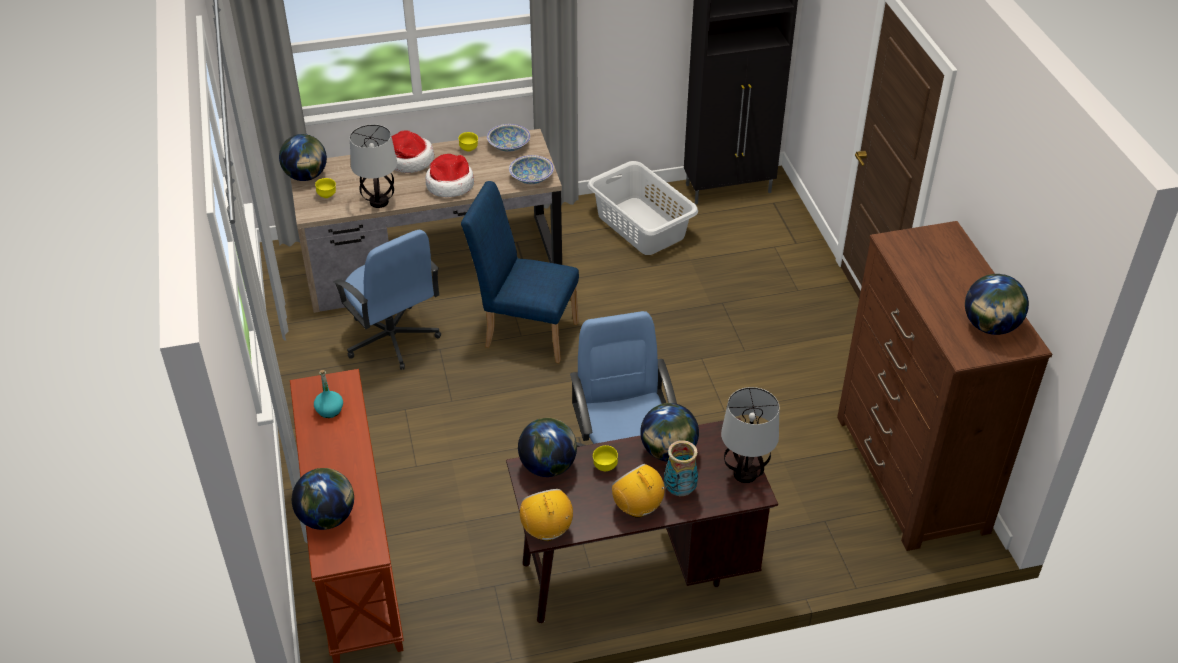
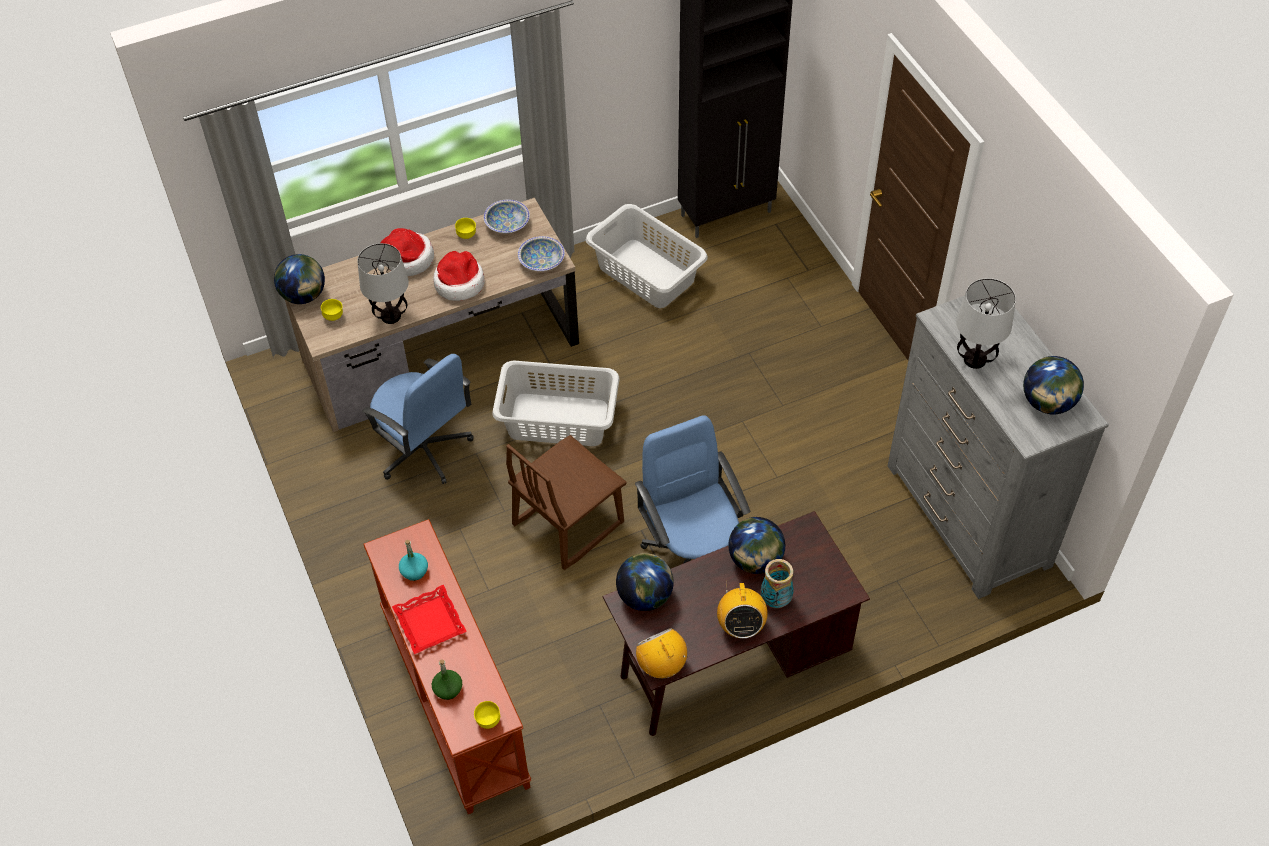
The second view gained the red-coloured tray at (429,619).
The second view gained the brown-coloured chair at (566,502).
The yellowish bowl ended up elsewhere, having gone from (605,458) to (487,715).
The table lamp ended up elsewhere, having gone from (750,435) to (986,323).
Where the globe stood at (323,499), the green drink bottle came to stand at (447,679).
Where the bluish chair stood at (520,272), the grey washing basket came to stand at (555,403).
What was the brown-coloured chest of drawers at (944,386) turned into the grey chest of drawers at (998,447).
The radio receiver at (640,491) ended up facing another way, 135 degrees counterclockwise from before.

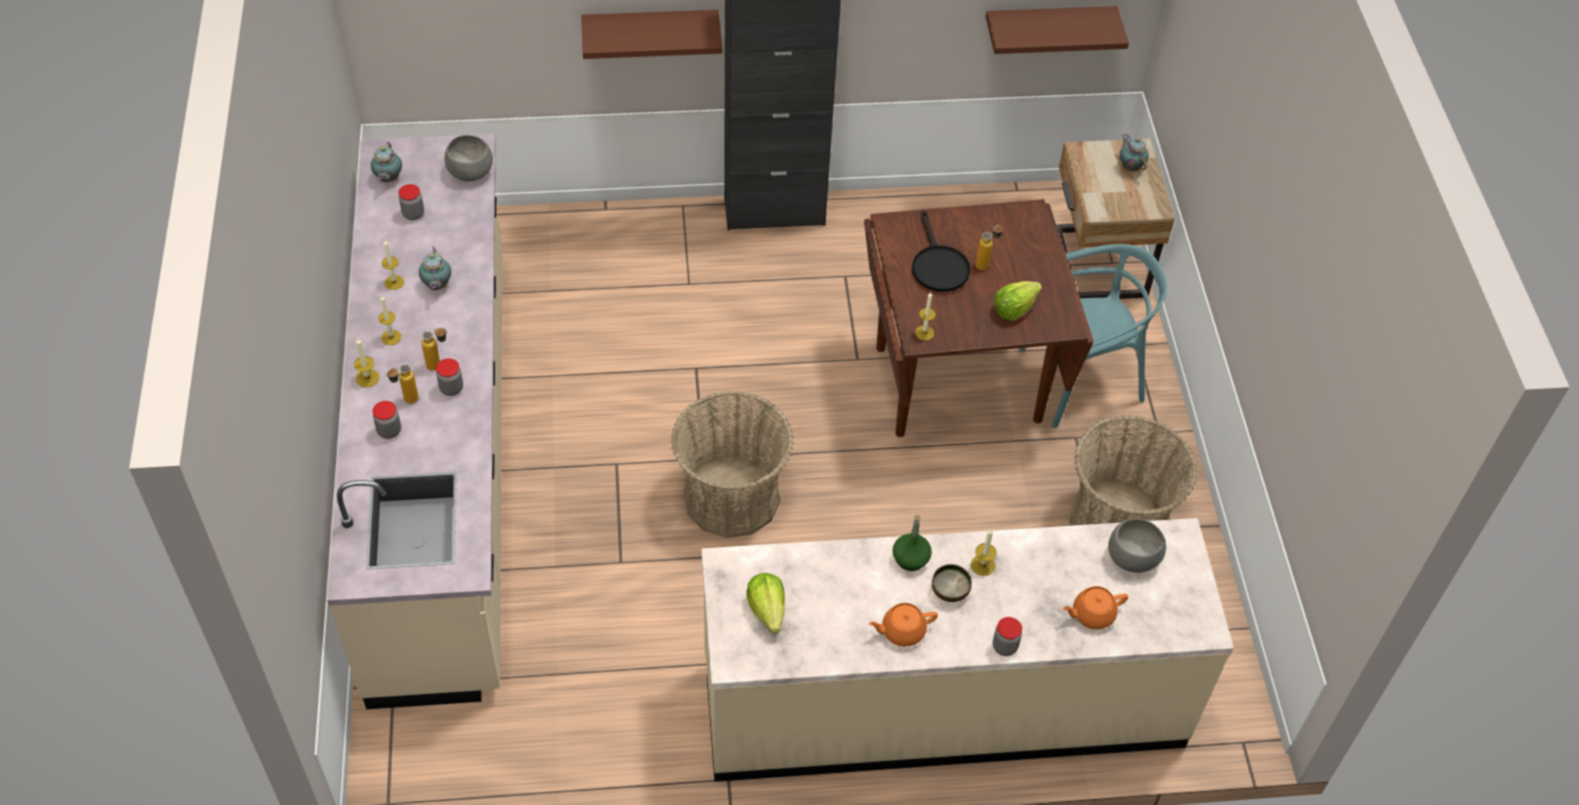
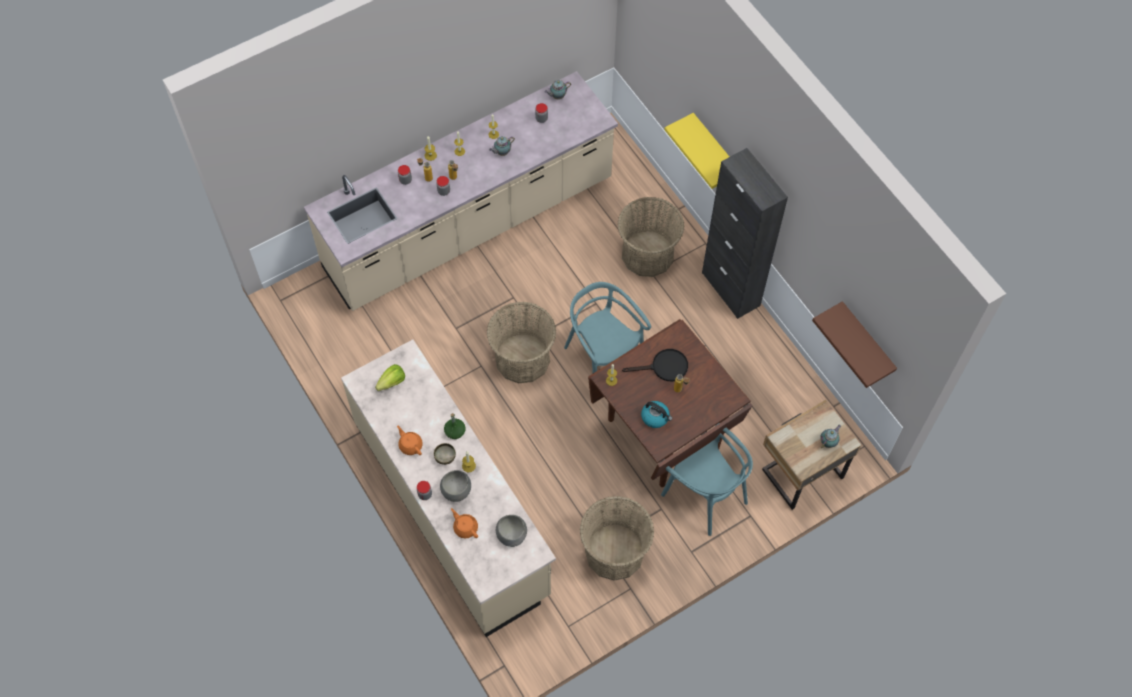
The second view gained the turquoise chair at (607,327).
The second view gained the storage basket at (651,237).
The grey bowl ended up elsewhere, having gone from (469,158) to (455,486).
Where the head of lettuce stood at (1018,301), the kettle came to stand at (656,414).
What was the brown-coloured wall shelf at (652,34) turned into the yellowish wall shelf at (697,151).
The black-coloured pan at (941,251) ended up facing another way, 150 degrees counterclockwise from before.

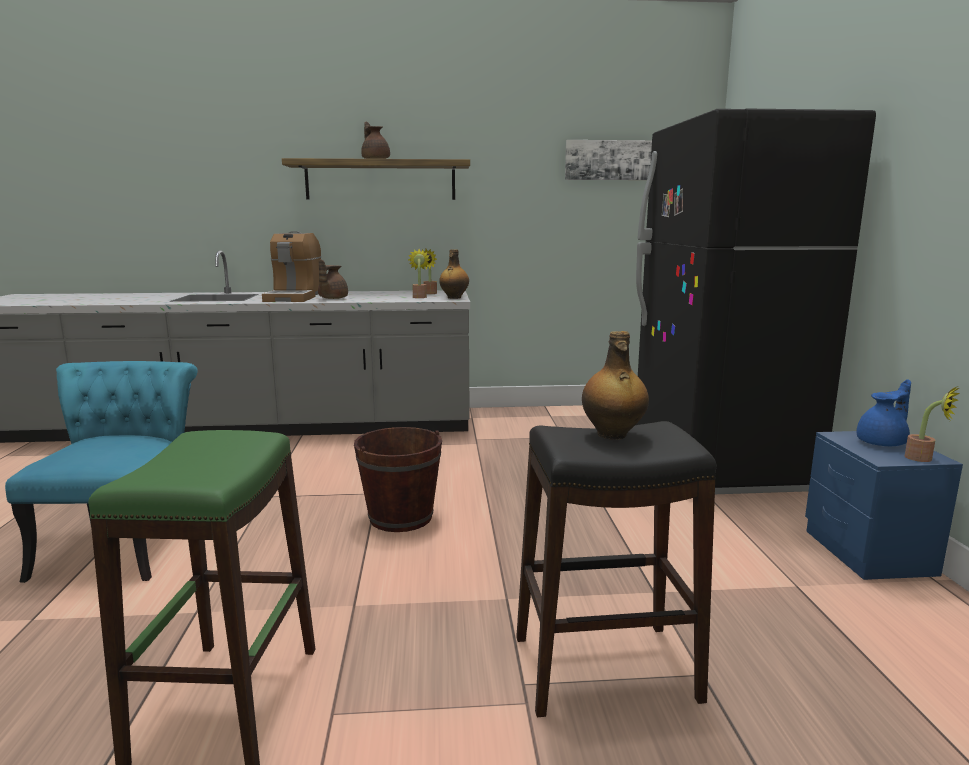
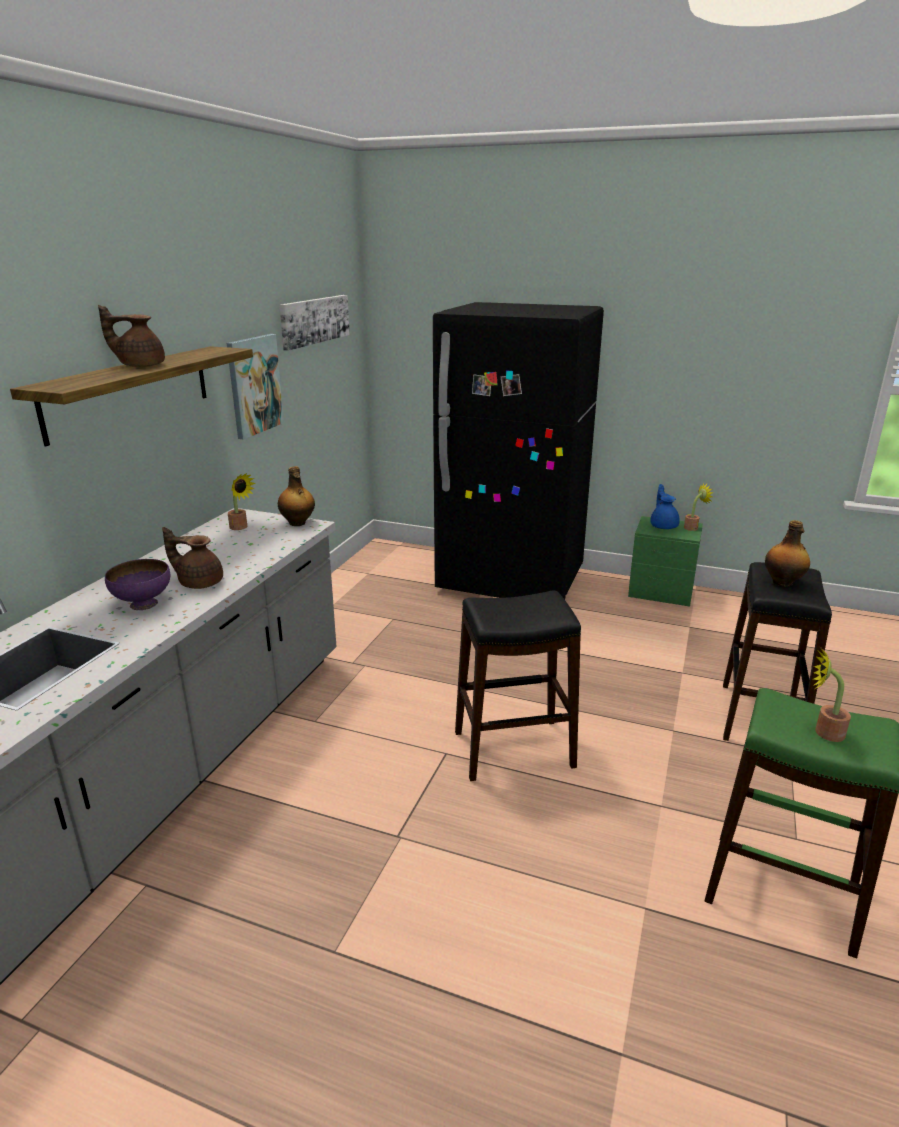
The second view lost the turquoise chair at (101,472).
The second view gained the wall picture at (255,387).
The plant in a pot ended up elsewhere, having gone from (419,273) to (832,695).
Where the coffee brewer stood at (292,266), the purplish bowl came to stand at (137,584).
Where the brown-coloured bucket stood at (398,479), the black-coloured stool came to stand at (518,686).
What was the bluish night table at (884,505) turned into the green night table at (665,561).
The brown-coloured teapot at (333,279) ended up facing another way, 150 degrees clockwise from before.

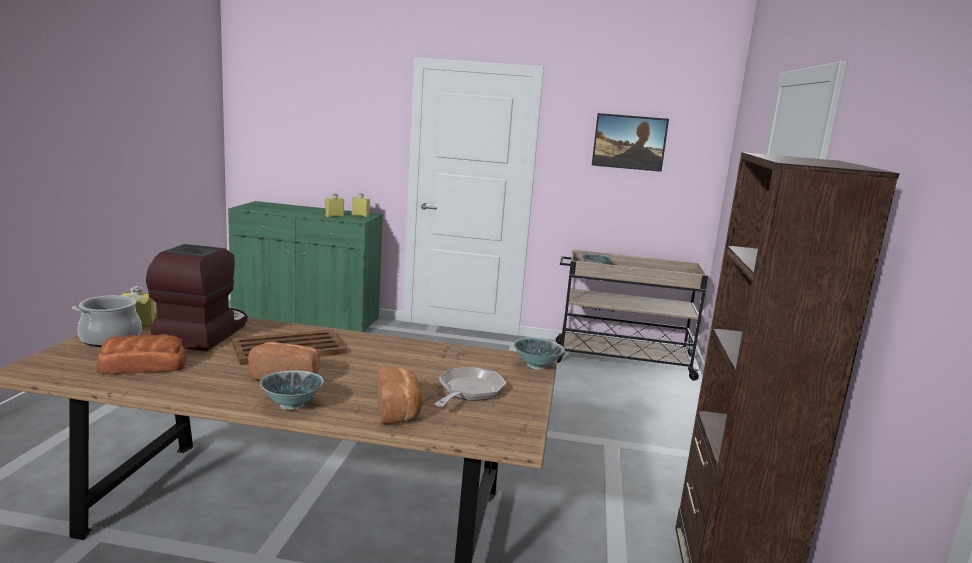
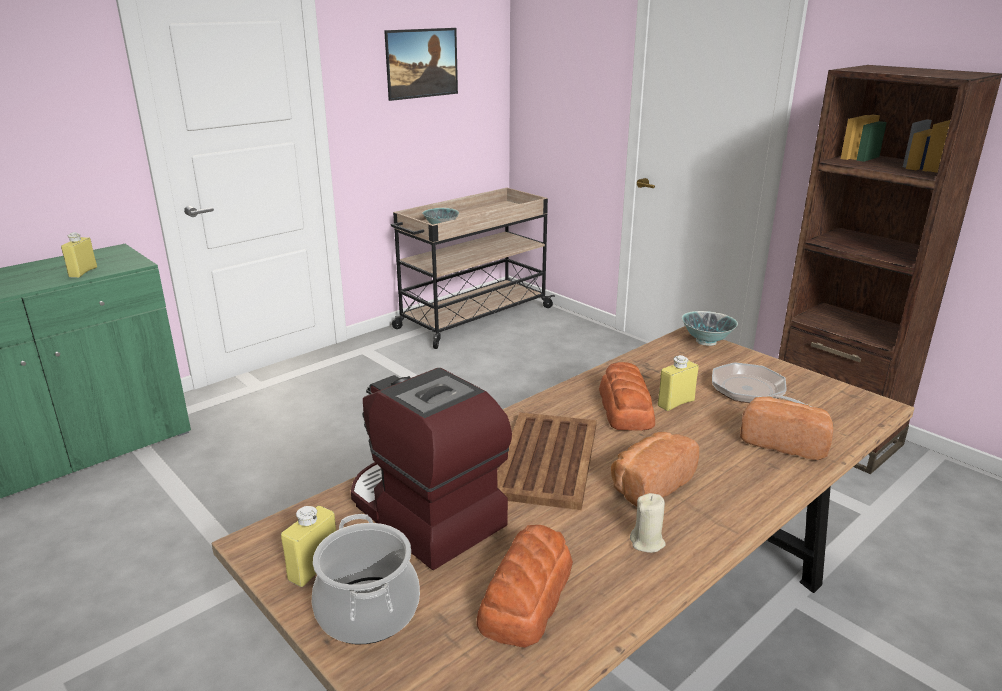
The second view lost the bowl at (292,390).
The second view gained the baked bread at (627,396).
The second view gained the beige wax candle at (648,523).
The yellowish drink bottle ended up elsewhere, having gone from (361,205) to (678,383).

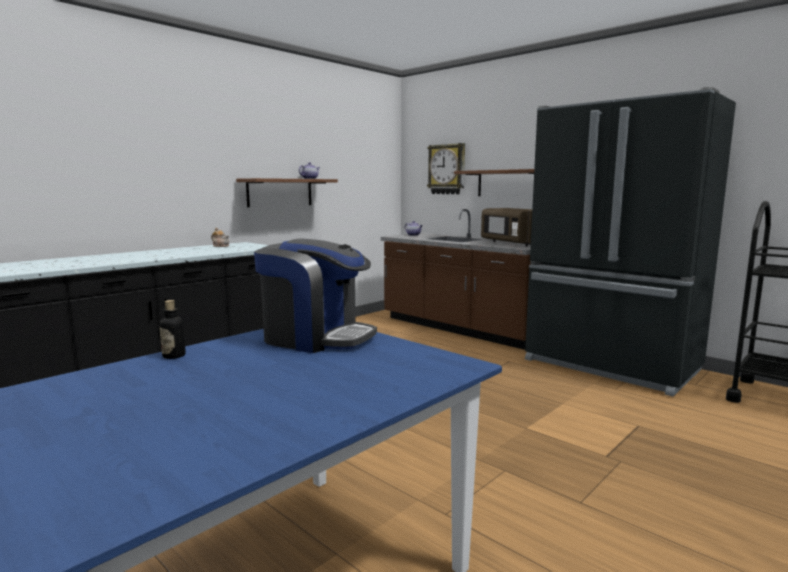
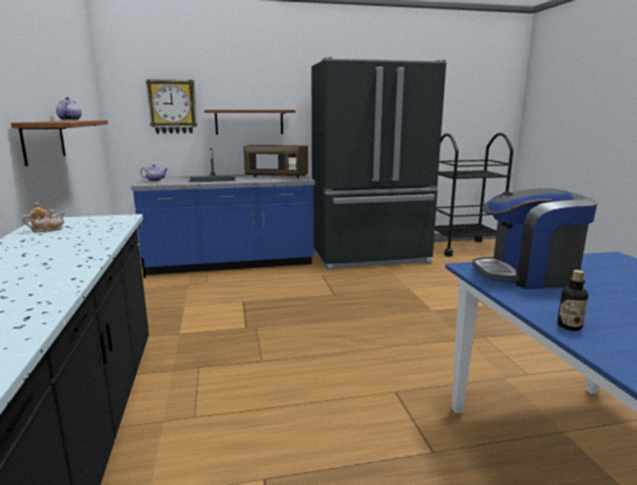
What was the brown-coloured counter at (456,279) turned into the bluish counter at (223,211).
The coffee brewer at (315,296) ended up facing another way, 150 degrees counterclockwise from before.

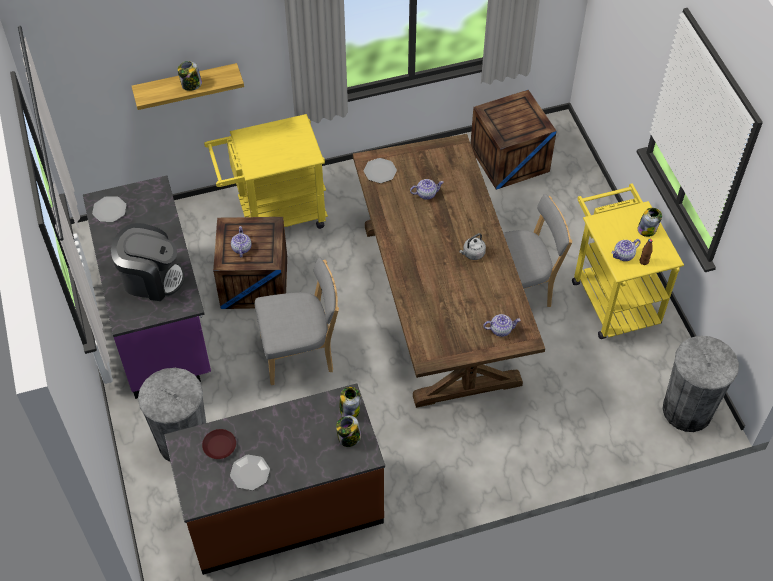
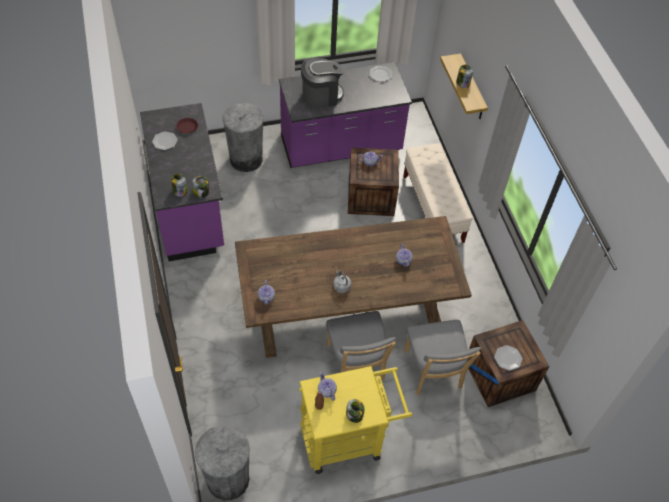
The grey chair ended up elsewhere, having gone from (297,321) to (442,357).
The plate ended up elsewhere, having gone from (380,170) to (508,358).
Where the yellowish cart stood at (266,171), the beige bench came to stand at (438,193).
What was the brown-coloured counter at (274,479) turned into the purplish counter at (182,182).
The coffee brewer at (148,262) ended up facing another way, 120 degrees counterclockwise from before.

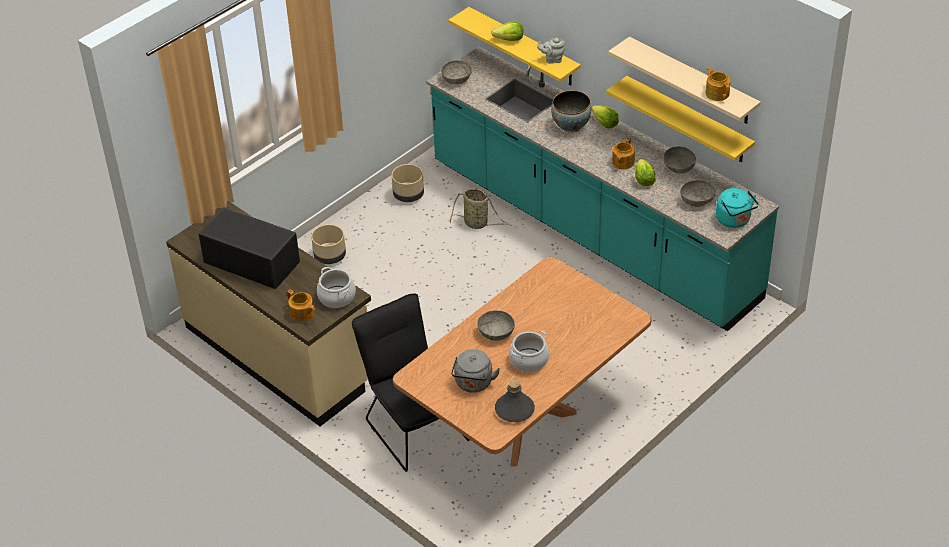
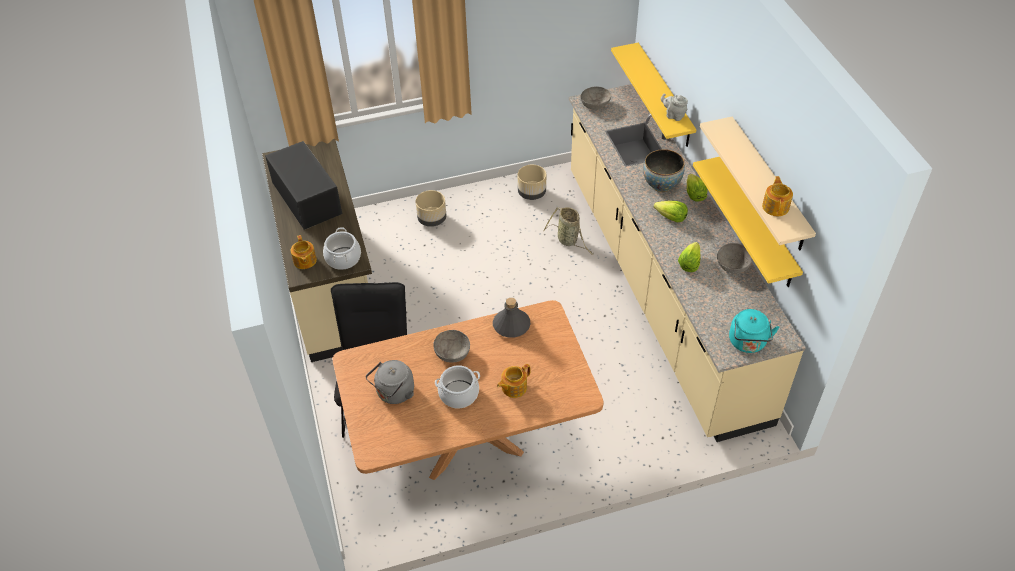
The second view lost the grey bowl at (698,193).
The head of lettuce ended up elsewhere, having gone from (507,31) to (671,212).
The grey drink bottle ended up elsewhere, having gone from (515,401) to (511,318).
The teapot ended up elsewhere, having gone from (623,153) to (513,381).
What was the turquoise counter at (602,189) turned into the beige counter at (687,263).

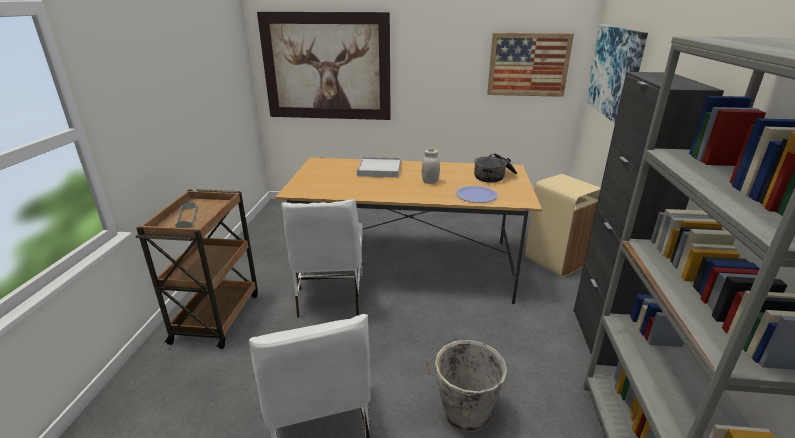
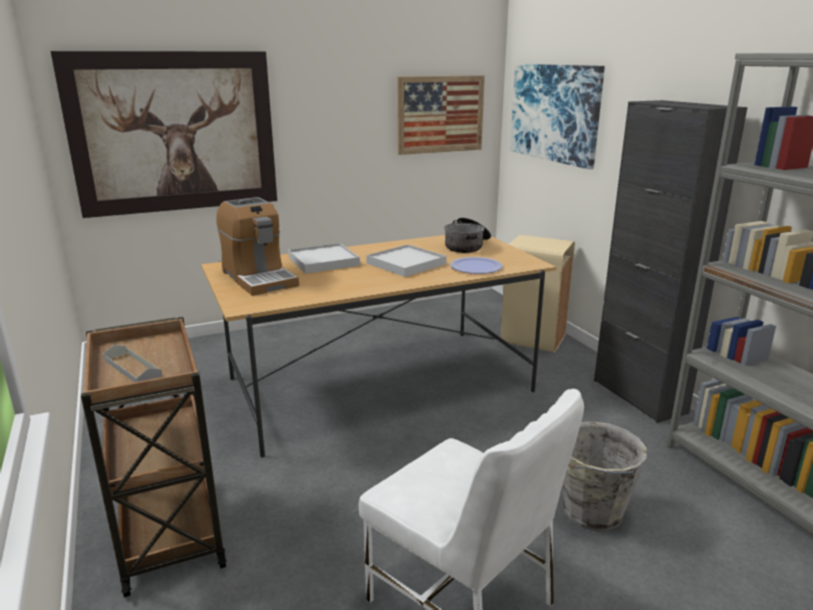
The second view lost the whitish chair at (322,258).
The second view gained the coffee brewer at (257,246).
Where the whitish storage jar stood at (431,166), the whitish tray came to stand at (406,260).

